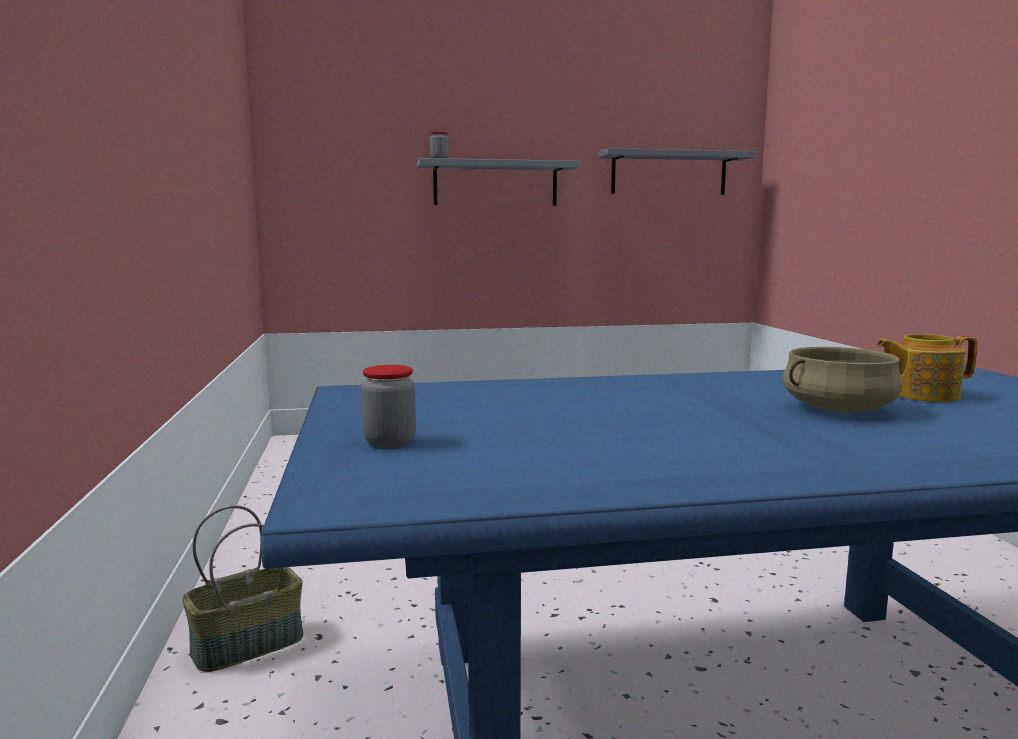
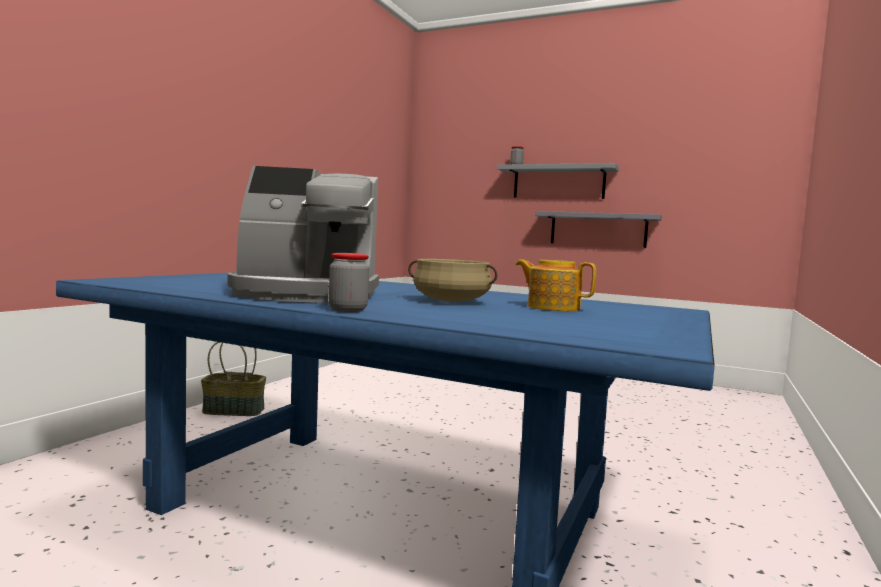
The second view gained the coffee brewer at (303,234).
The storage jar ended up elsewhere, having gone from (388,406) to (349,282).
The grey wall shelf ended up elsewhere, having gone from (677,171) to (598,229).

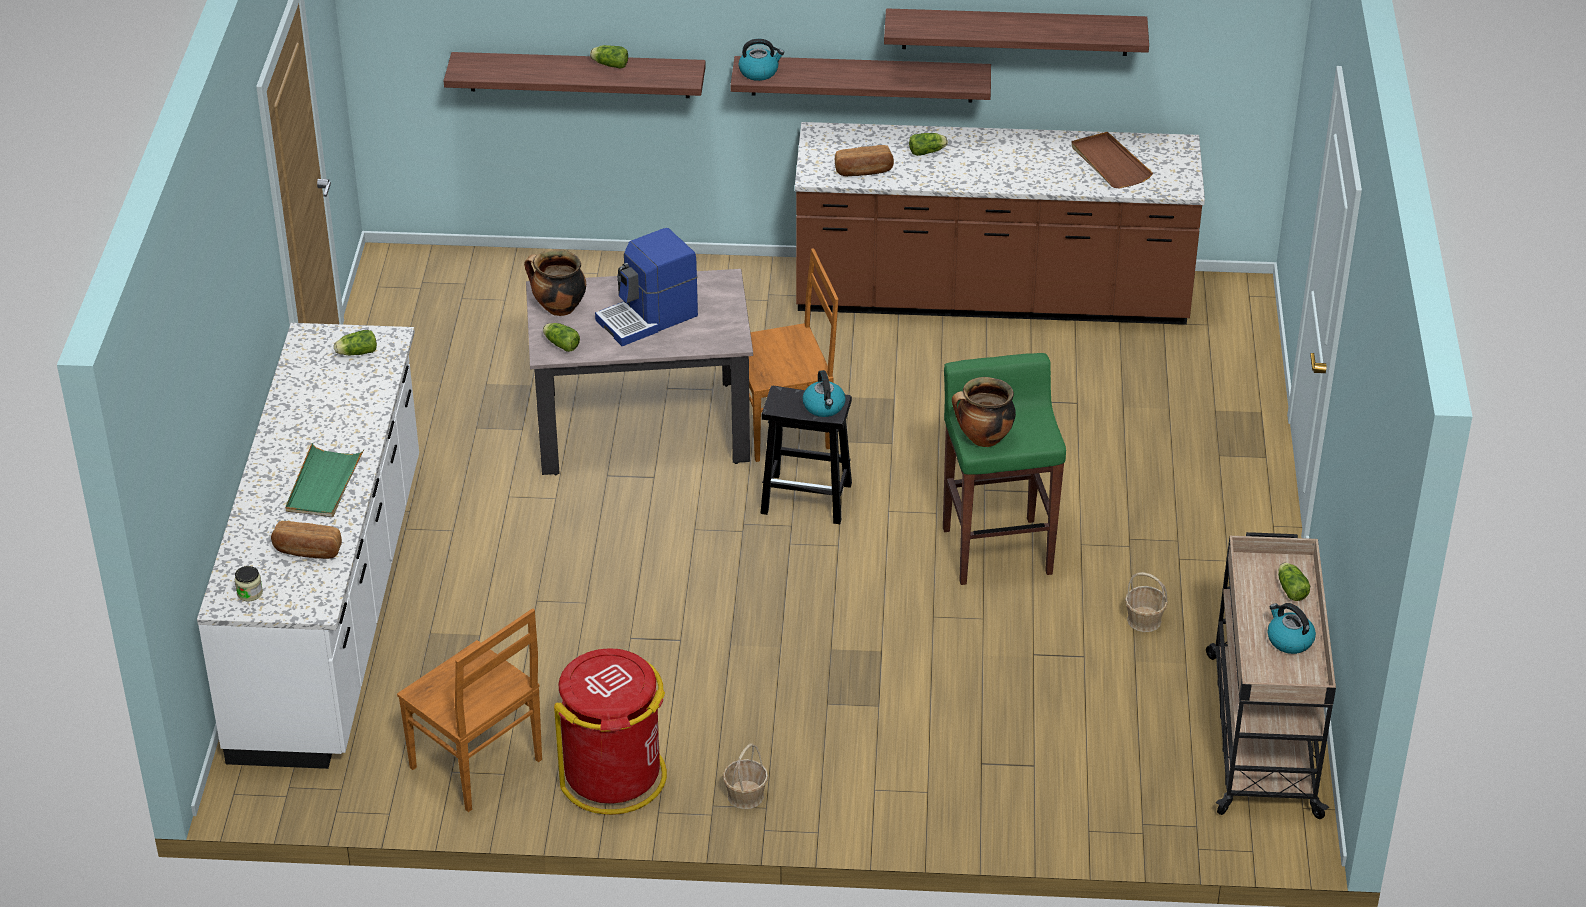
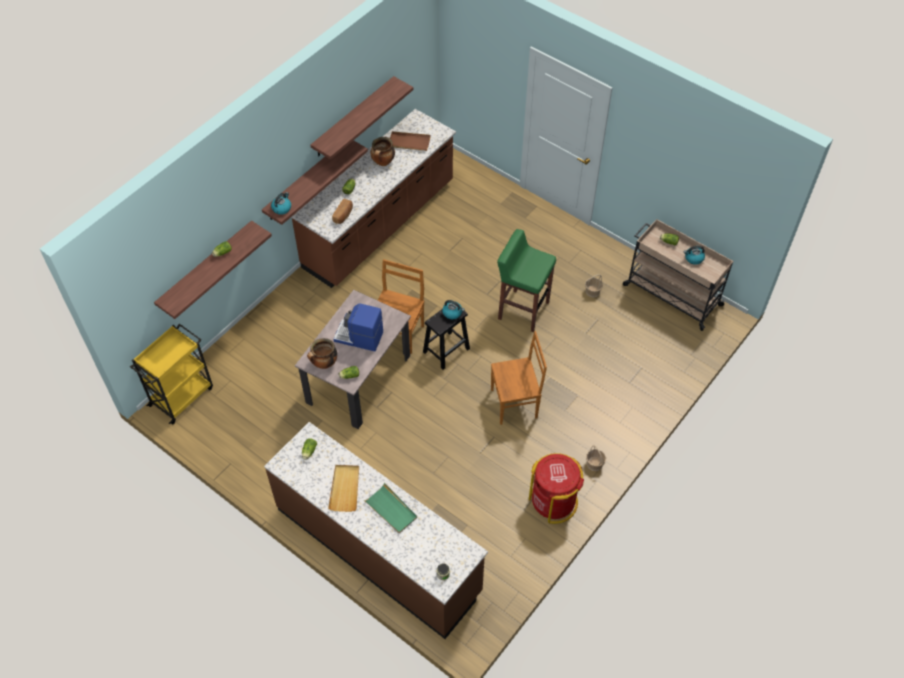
The second view lost the baked bread at (306,540).
The second view gained the yellowish cart at (171,374).
The second view gained the beige tray at (343,488).
The brown-coloured chair ended up elsewhere, having gone from (469,710) to (519,378).
The cooking pot ended up elsewhere, having gone from (984,412) to (383,151).
What was the whitish counter at (308,546) turned into the brown-coloured counter at (376,530).
The coffee brewer at (646,287) ended up facing another way, 105 degrees clockwise from before.

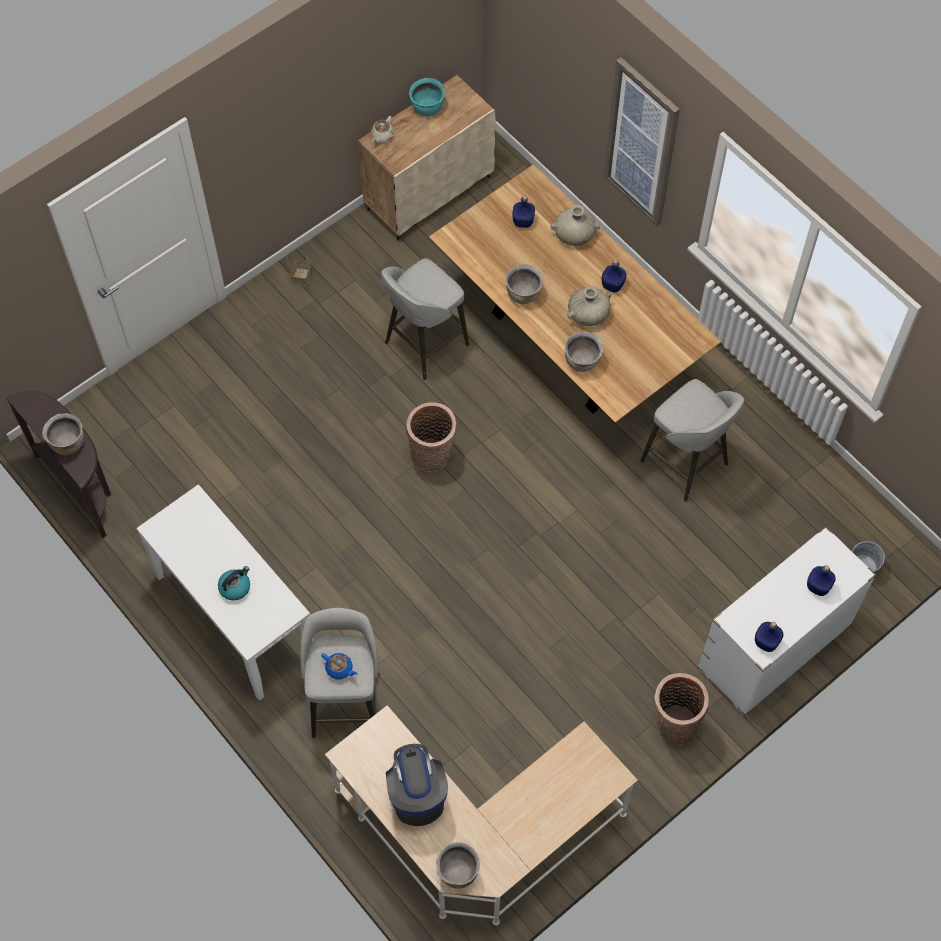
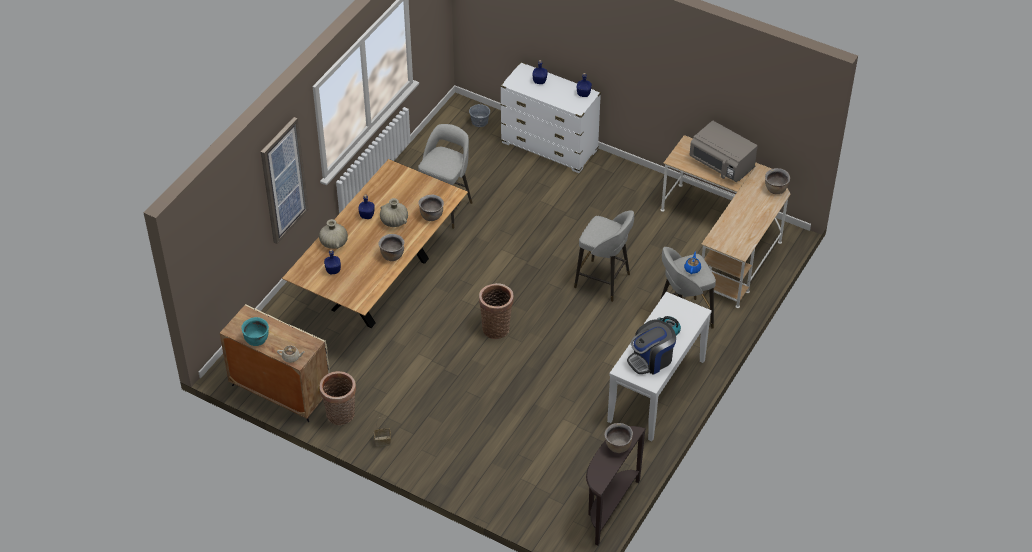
The second view gained the grey kitchen microwave at (723,151).
The grey stool ended up elsewhere, having gone from (425,319) to (604,256).
The coffee brewer ended up elsewhere, having gone from (417,785) to (651,347).
The storage basket ended up elsewhere, having gone from (681,708) to (338,398).

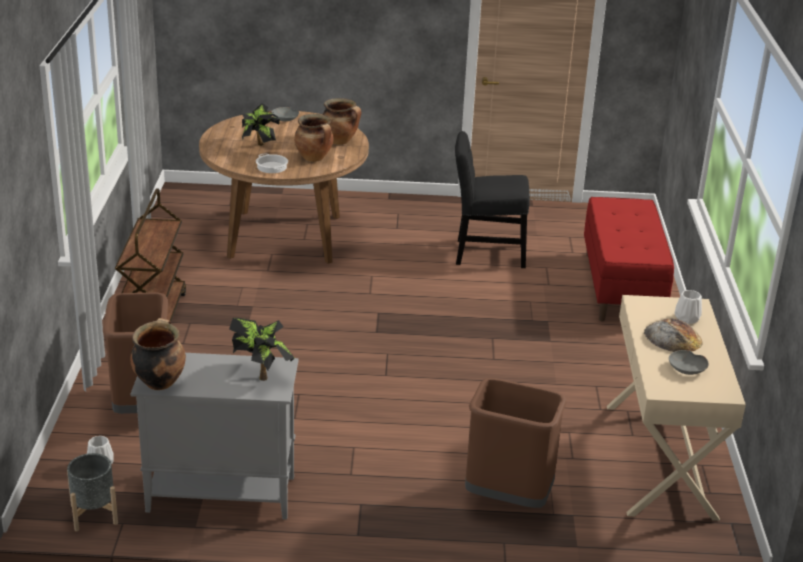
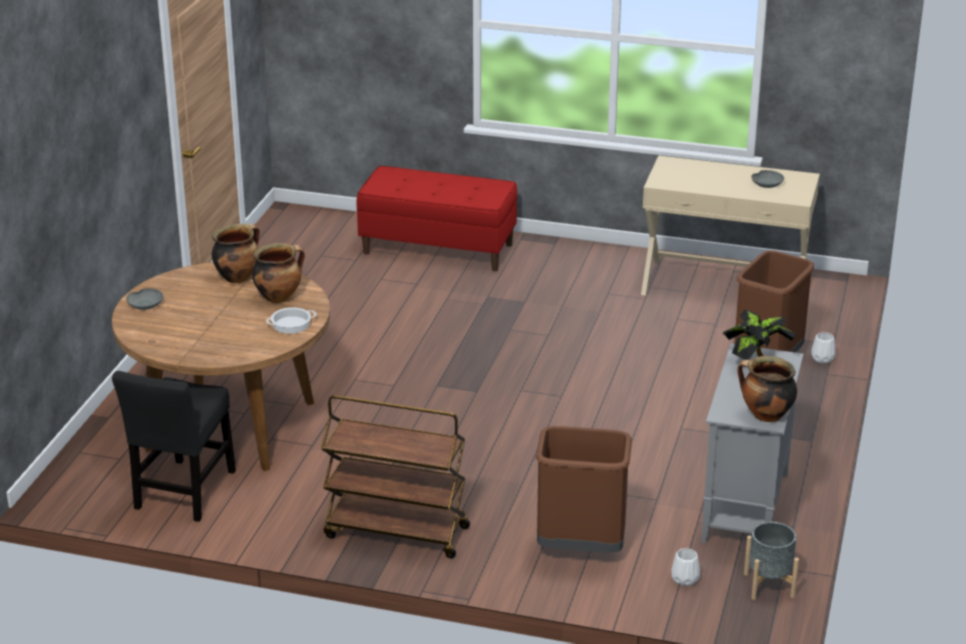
The second view lost the plant in a pot at (261,124).
The second view lost the baked bread at (673,335).
The black-coloured chair ended up elsewhere, having gone from (492,199) to (174,446).
The whitish vase ended up elsewhere, having gone from (688,307) to (823,347).

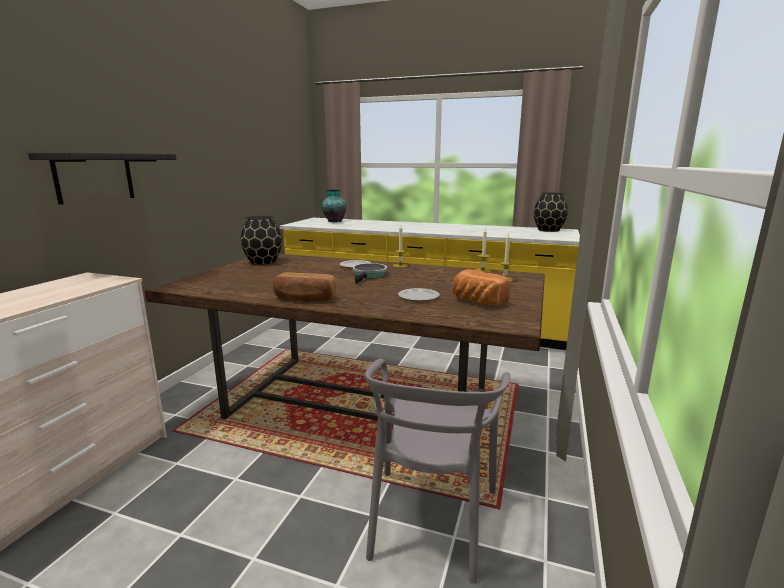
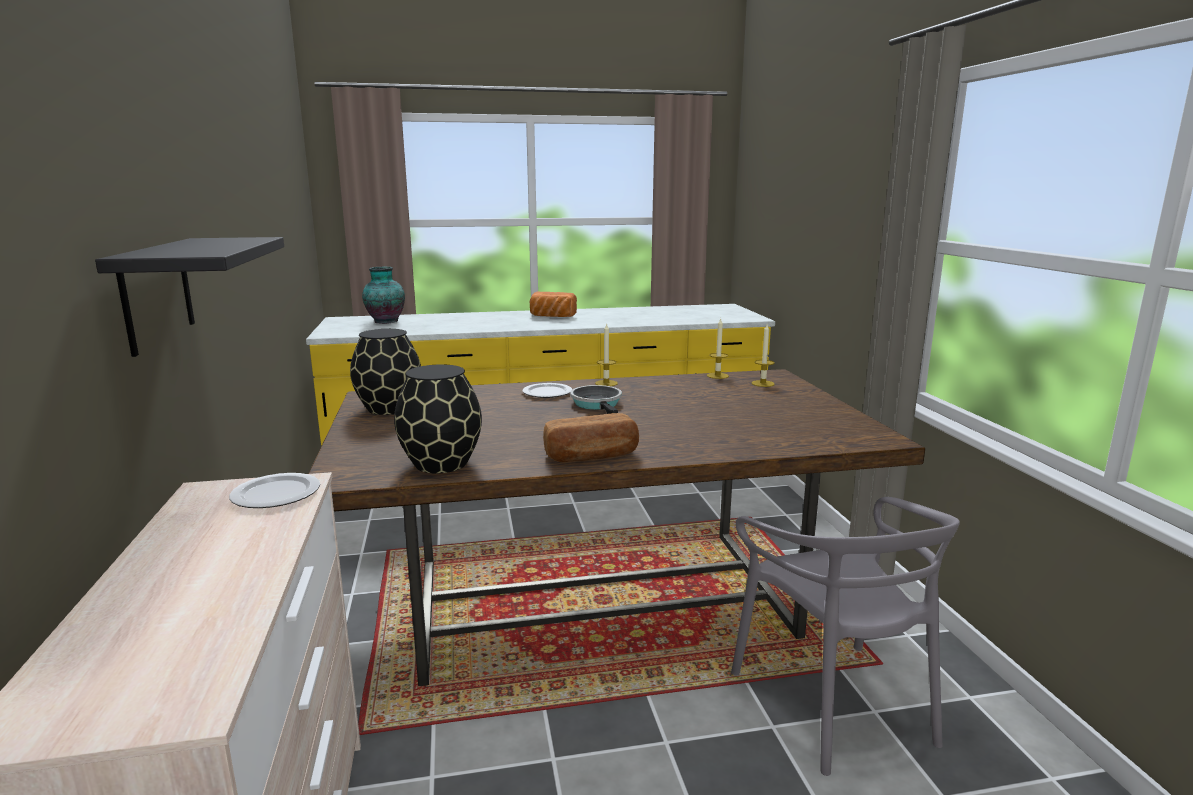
The plate ended up elsewhere, having gone from (419,294) to (274,490).
The baked bread ended up elsewhere, having gone from (482,287) to (553,304).
The black-coloured vase ended up elsewhere, having gone from (551,212) to (438,418).

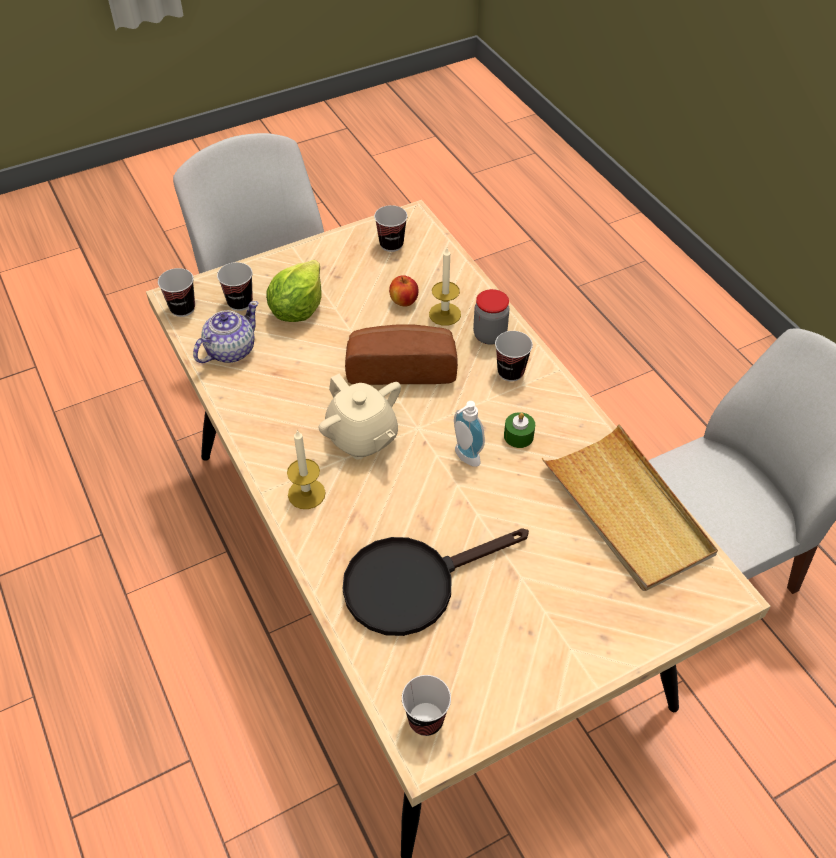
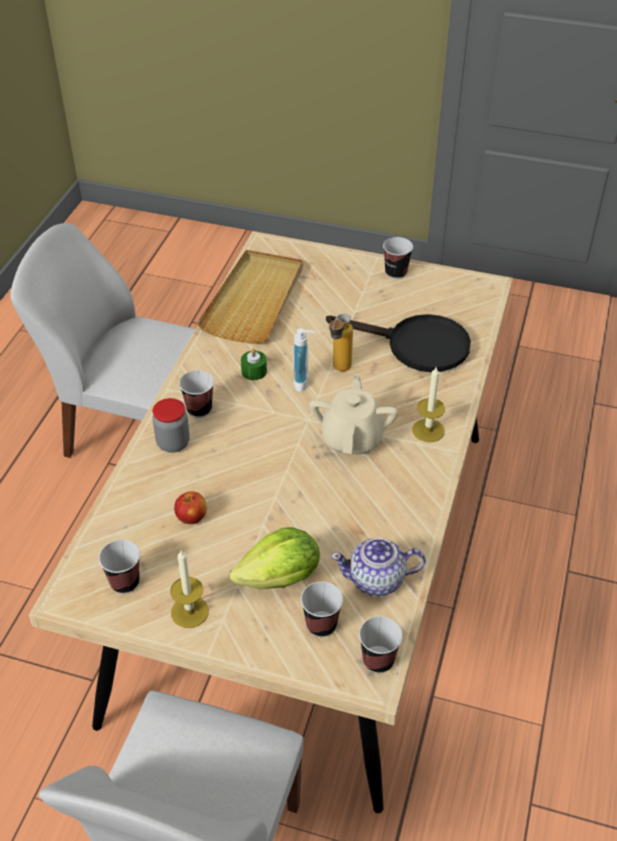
The second view lost the baked bread at (401,354).
The second view gained the drink bottle at (341,342).
The cup ended up elsewhere, having gone from (426,705) to (398,258).
The wax candle ended up elsewhere, having gone from (445,287) to (189,589).

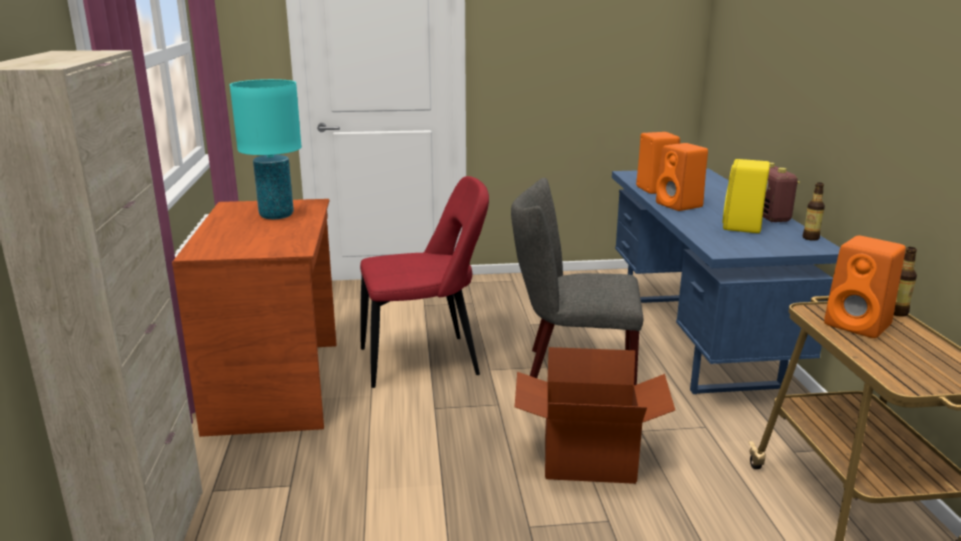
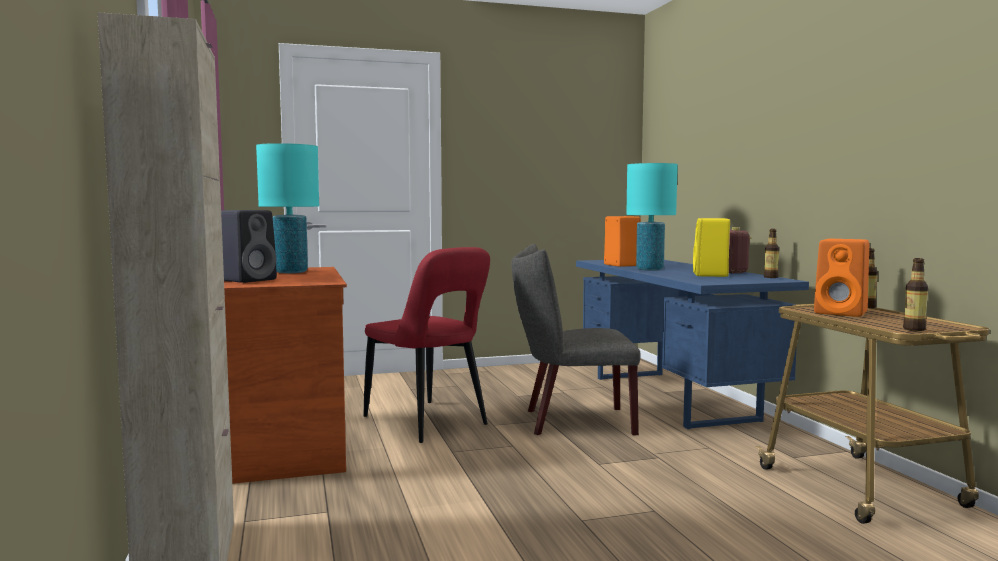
The second view lost the cardboard box at (595,415).
The second view gained the black-coloured loudspeaker at (249,246).
The second view gained the drink bottle at (915,294).
Where the orange loudspeaker stood at (682,177), the turquoise table lamp came to stand at (652,217).
The red-coloured chair at (424,282) ended up facing another way, 75 degrees clockwise from before.

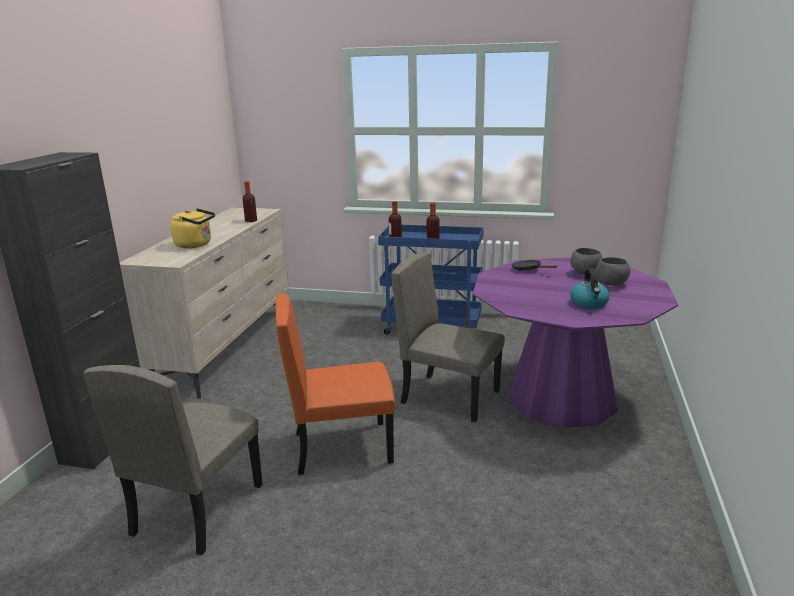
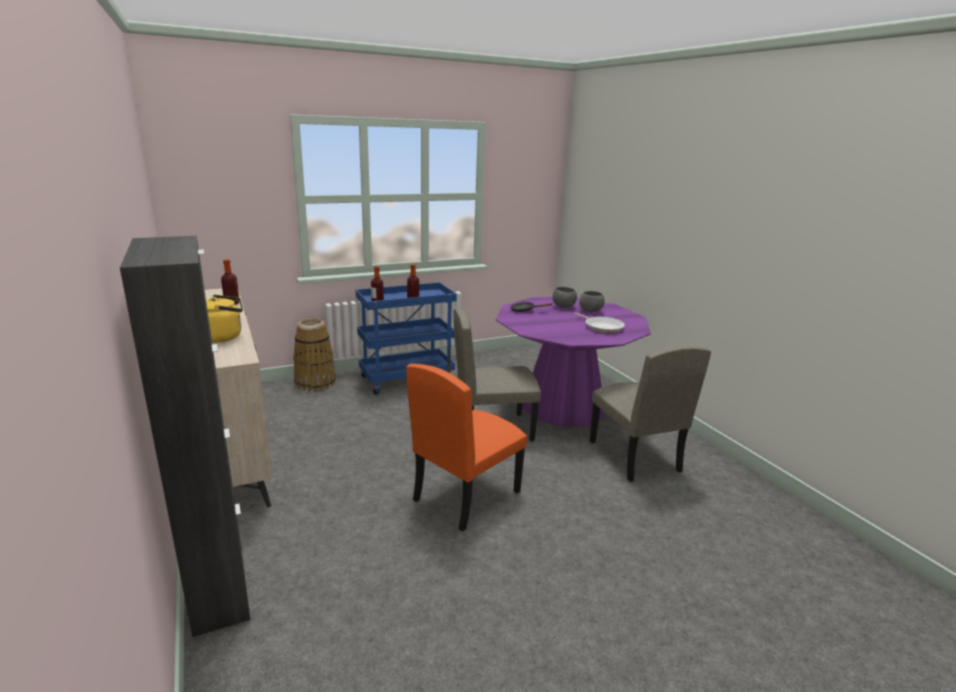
The second view gained the storage basket at (314,355).
The beige chair ended up elsewhere, having gone from (172,460) to (650,414).
Where the kettle stood at (590,288), the pan came to stand at (599,323).

